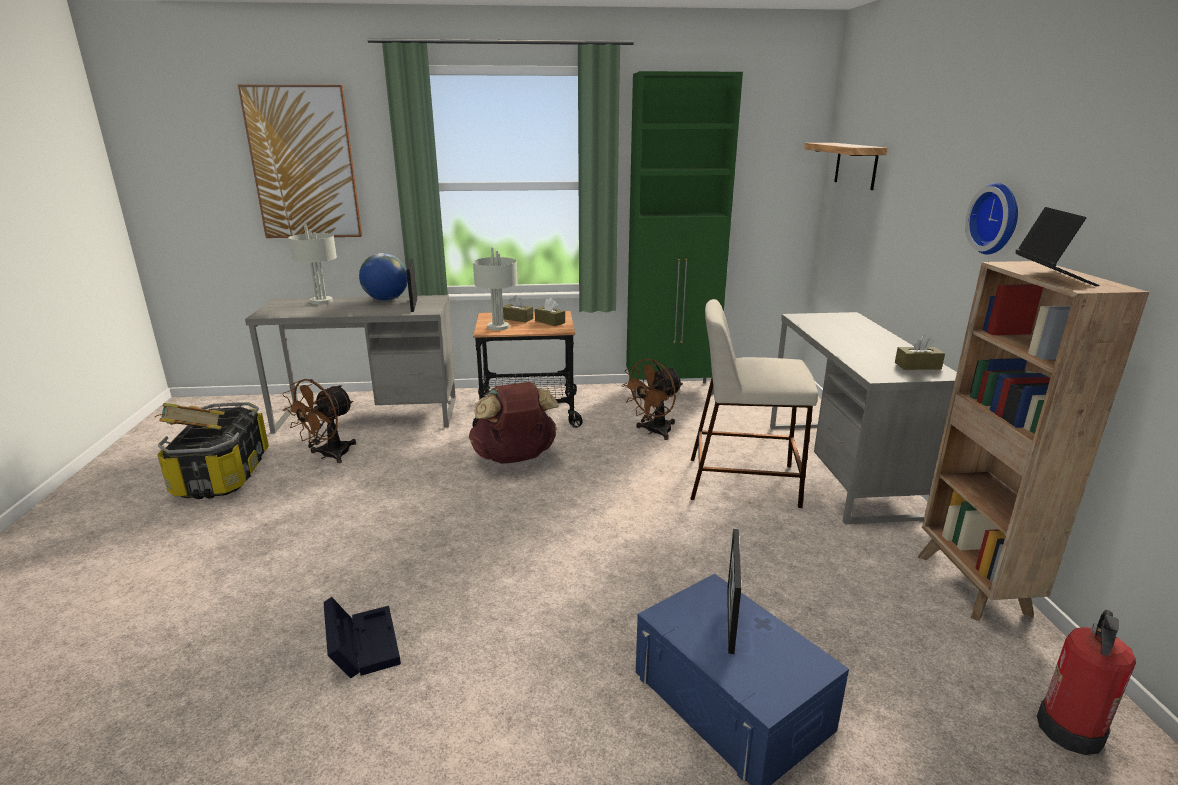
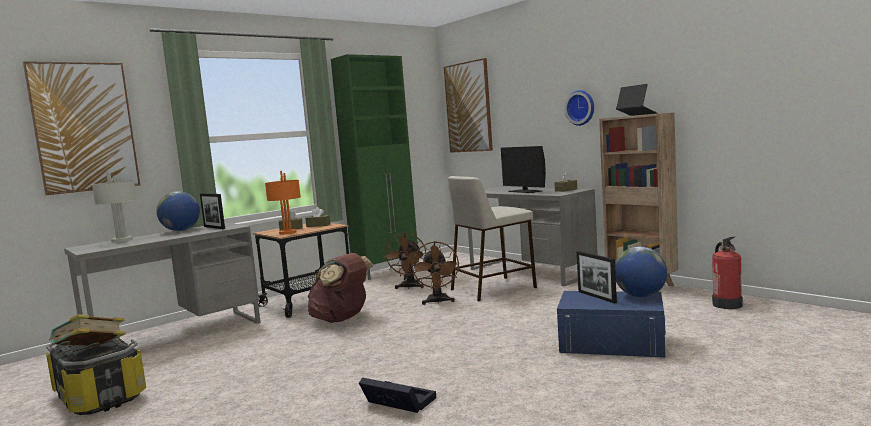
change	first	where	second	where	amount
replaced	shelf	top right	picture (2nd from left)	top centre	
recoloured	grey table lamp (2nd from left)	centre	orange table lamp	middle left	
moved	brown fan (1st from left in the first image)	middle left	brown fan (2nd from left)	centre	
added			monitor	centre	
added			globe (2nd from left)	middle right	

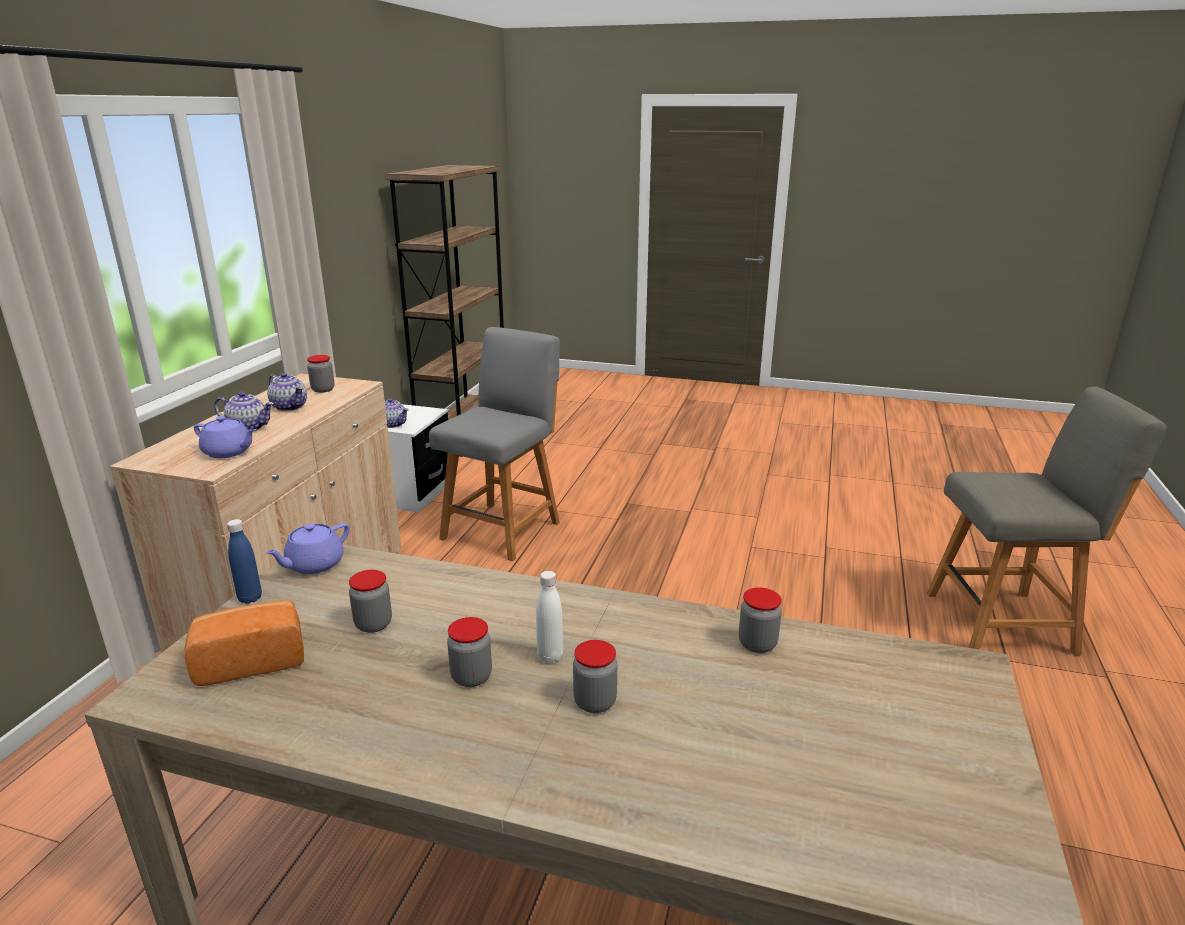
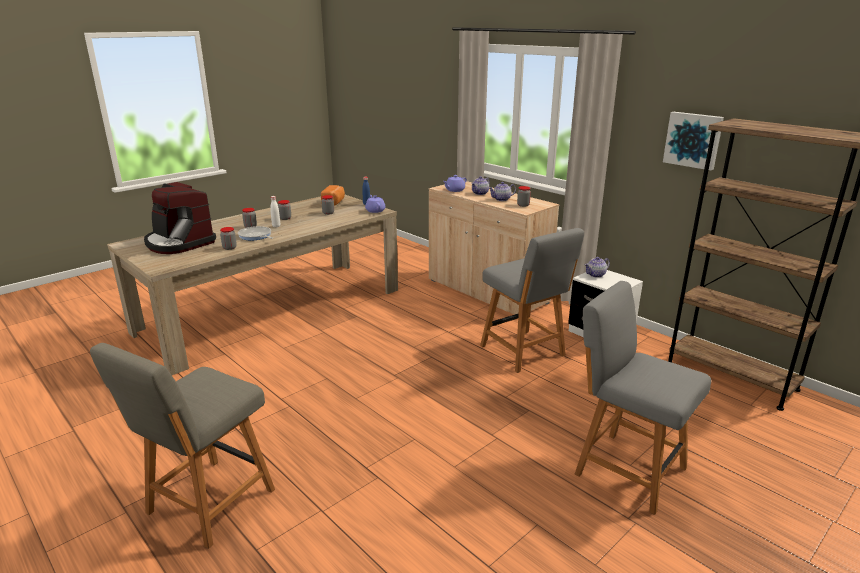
change	first	where	second	where	amount
added			picture	top right	
added			coffee machine	middle left	
added			frying pan	middle left	
added			grey chair (3rd from left)	bottom right	

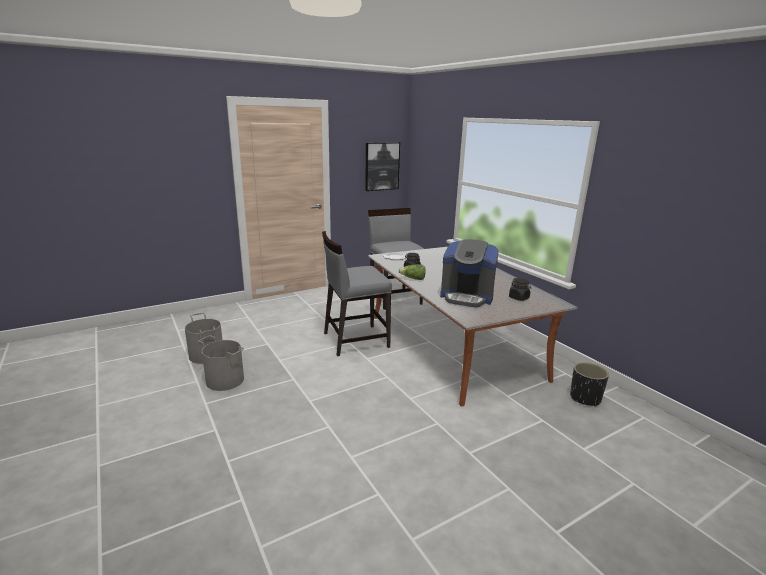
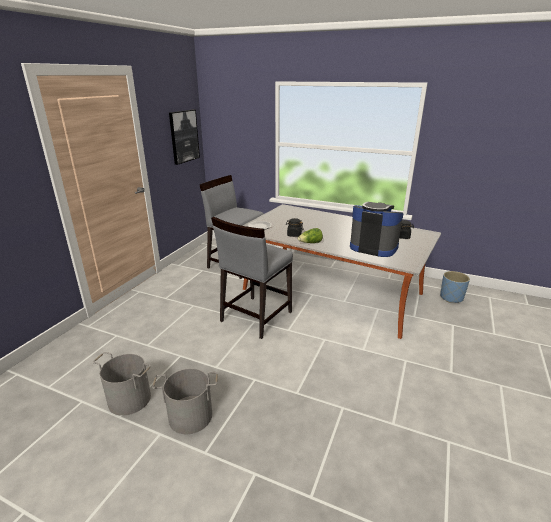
change	first	where	second	where	amount
turned	coffee machine	centre		middle right	135 degrees counterclockwise
recoloured	black planter	bottom right	blue planter	middle right	

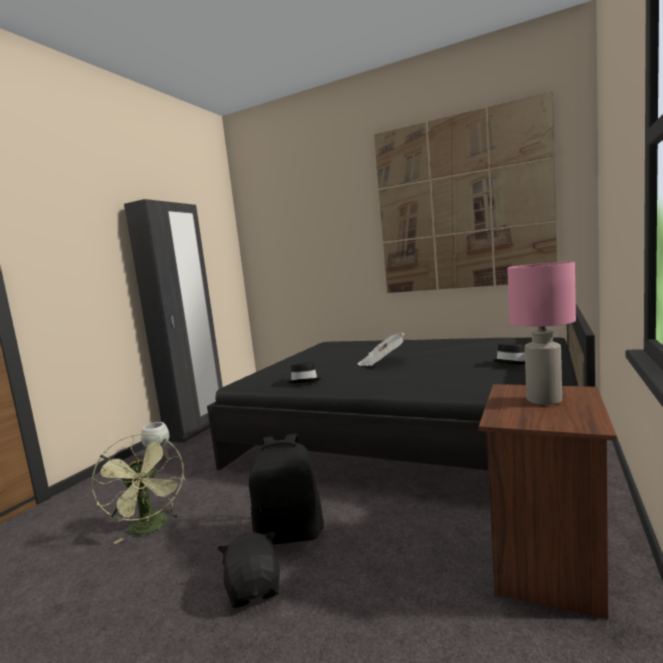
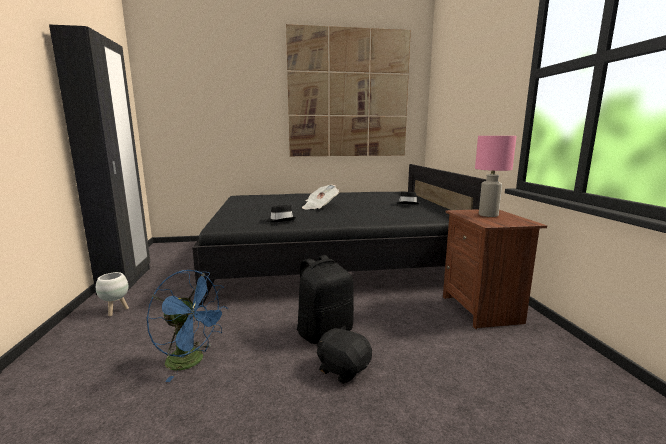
change	first	where	second	where	amount
recoloured	green fan	bottom left	blue fan	bottom left	

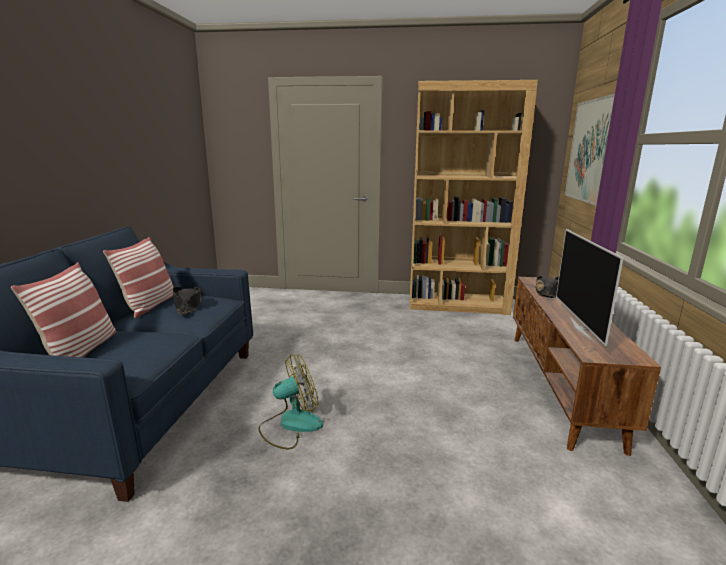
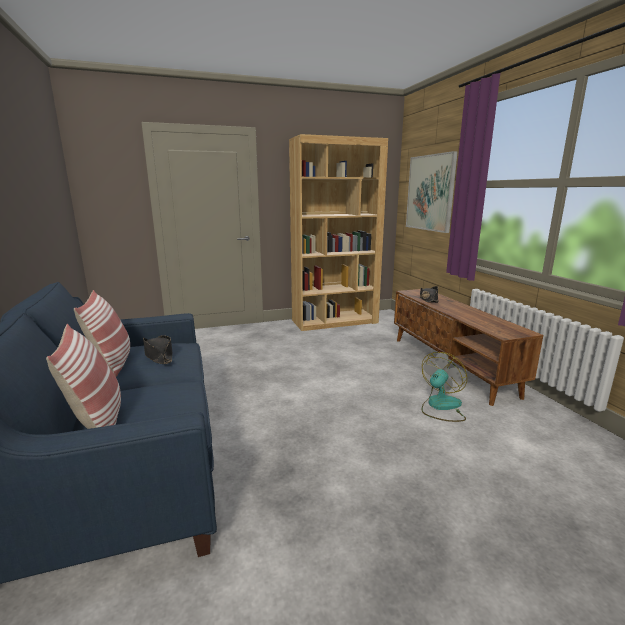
change	first	where	second	where	amount
removed	television	middle right			
moved	fan	bottom centre		middle right	

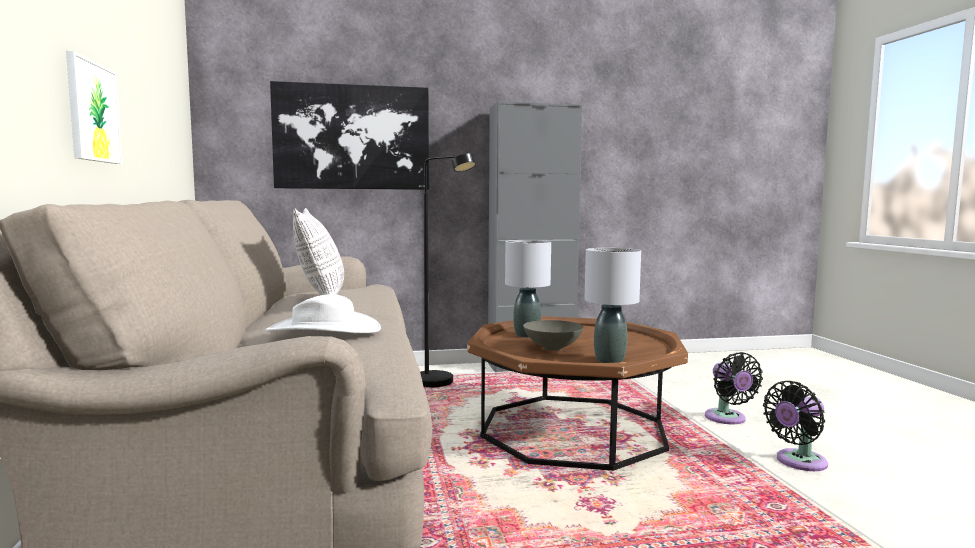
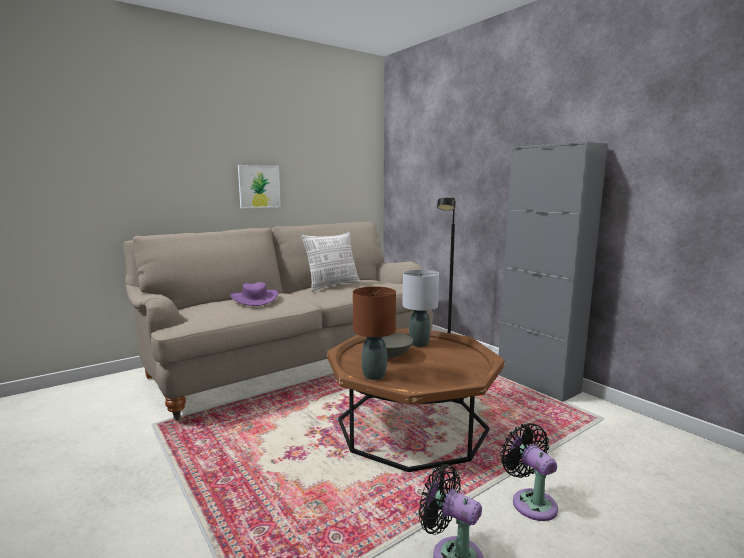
change	first	where	second	where	amount
removed	picture (2nd from left)	top centre			
recoloured	grey table lamp (2nd from left)	centre	brown table lamp	centre	
recoloured	white hat	middle left	purple hat	centre	
turned	black fan (1st from left in the first image)	bottom right	black fan (2nd from left)	bottom right	105 degrees clockwise

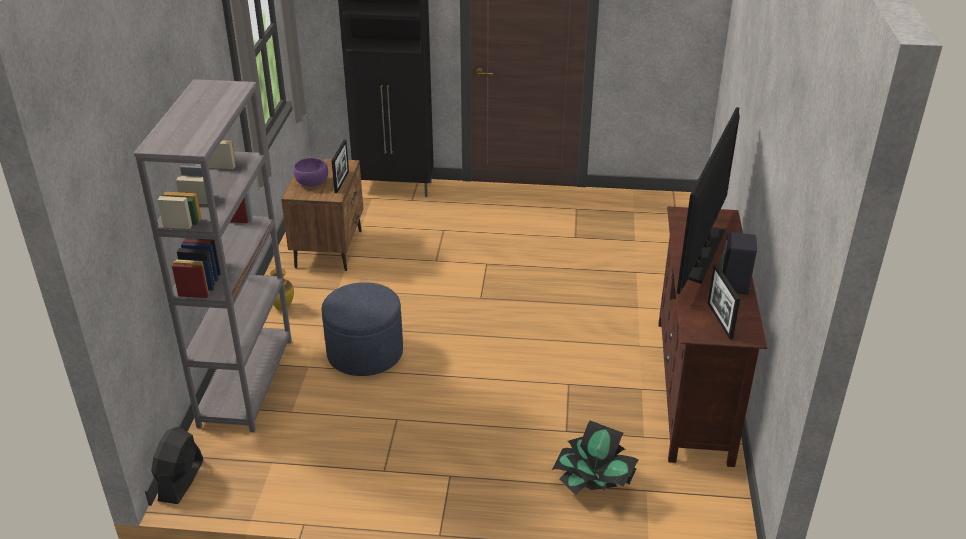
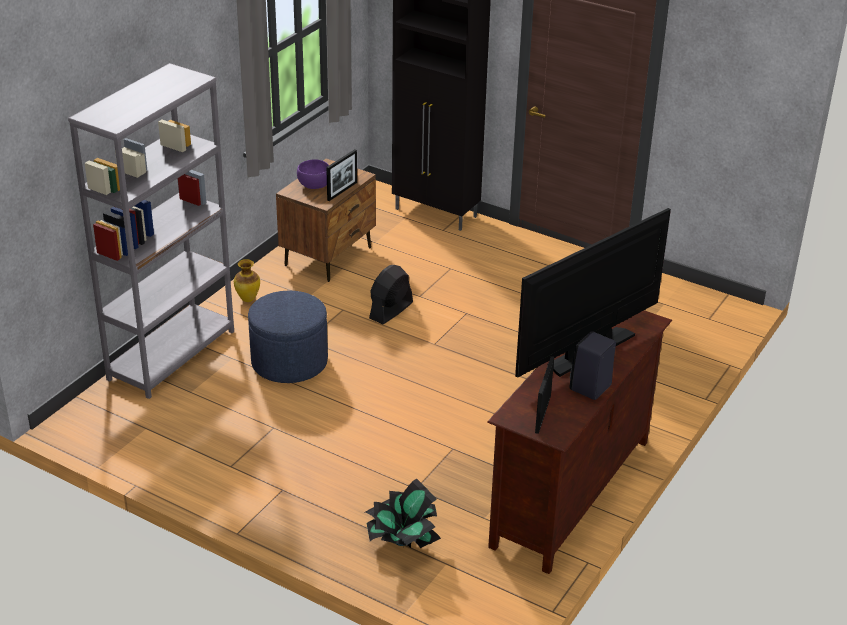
change	first	where	second	where	amount
moved	black fan	bottom left		centre	

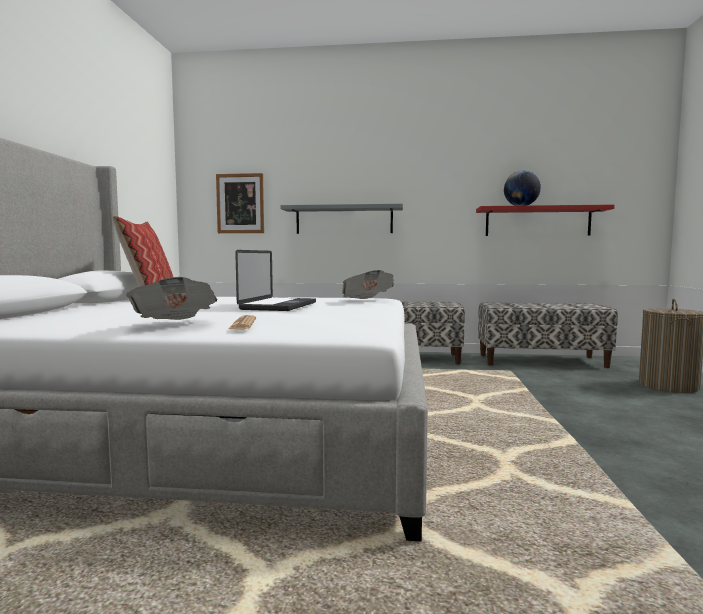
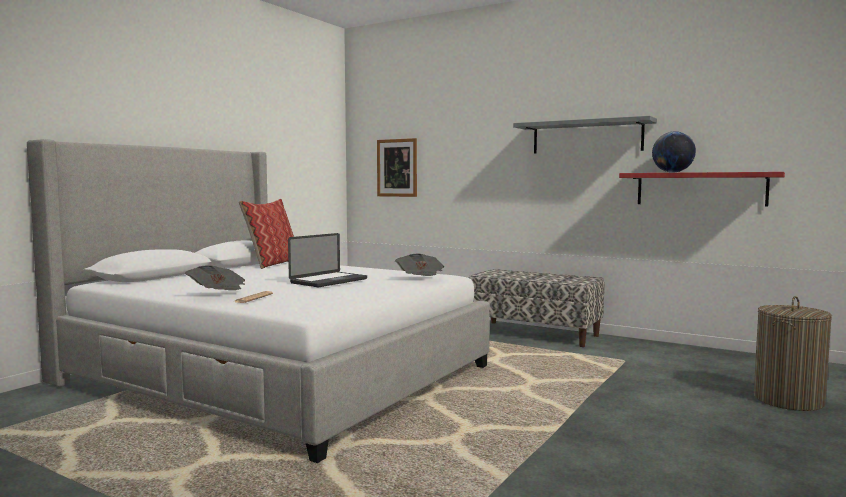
change	first	where	second	where	amount
moved	grey shelf	centre		top right	
removed	bench (2nd from left)	middle right			

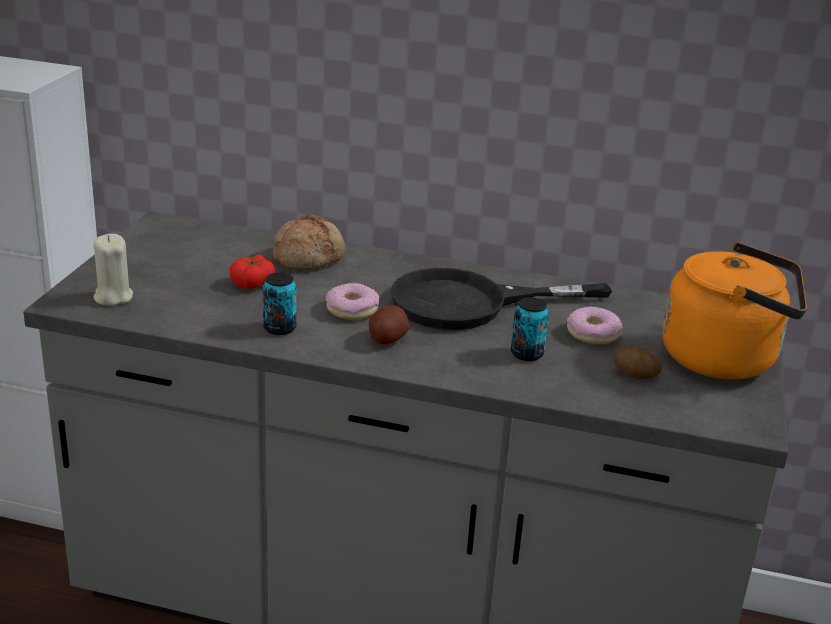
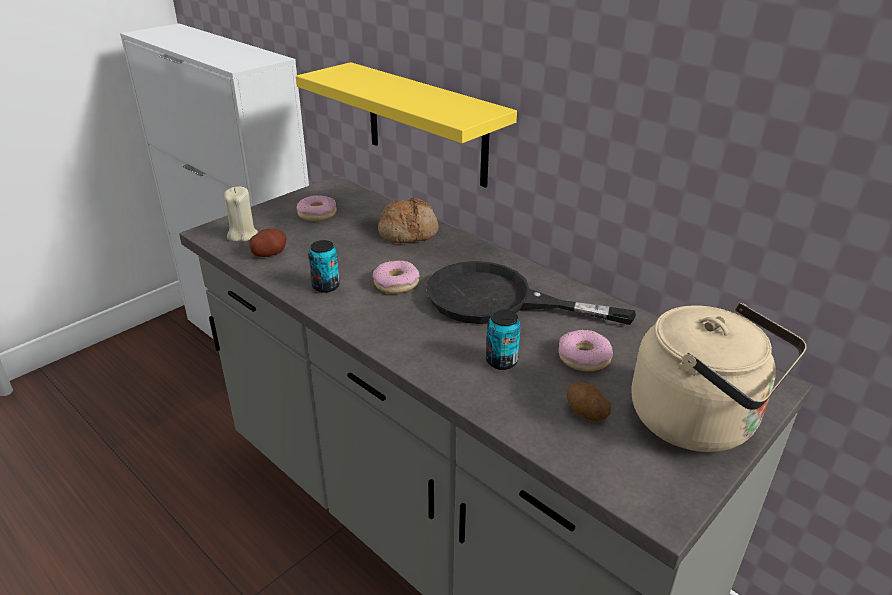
change	first	where	second	where	amount
recoloured	orange kettle	middle right	beige kettle	middle right	
removed	tomato	middle left			
moved	potato (1st from left)	centre		middle left	
added			yellow shelf	top centre	
added			donut (1st from left)	centre	

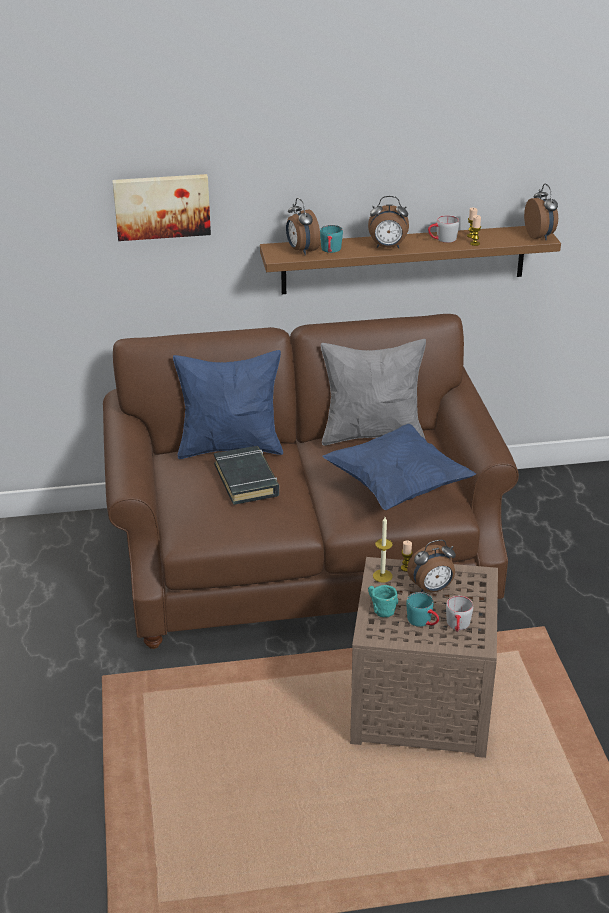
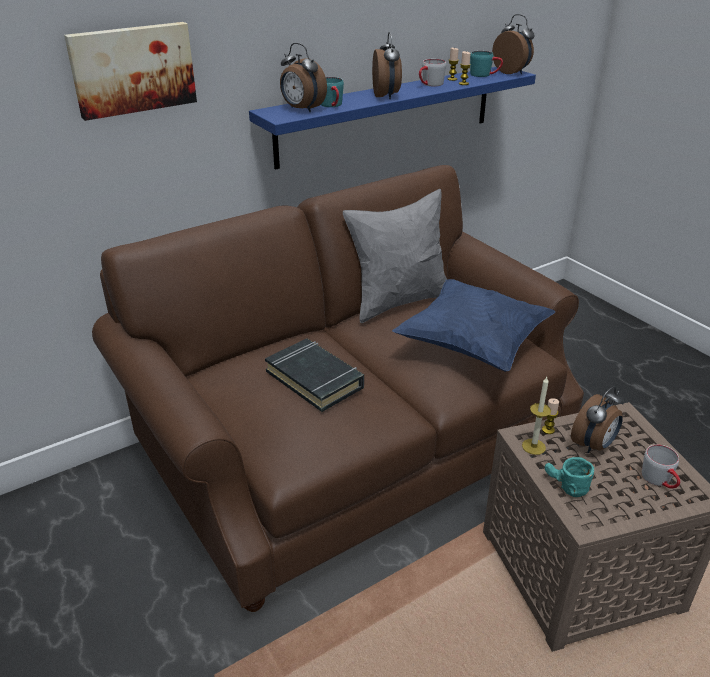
change	first	where	second	where	amount
turned	alarm clock (2nd from left)	top centre		top centre	75 degrees counterclockwise
recoloured	brown shelf	top right	blue shelf	top centre	
removed	blue pillow (1st from left)	centre			
moved	turquoise mug (3rd from left in the first image)	bottom right	turquoise mug (2nd from left)	top right	

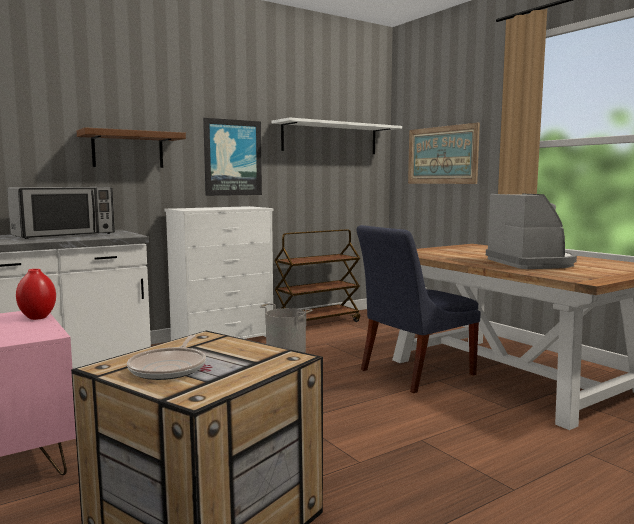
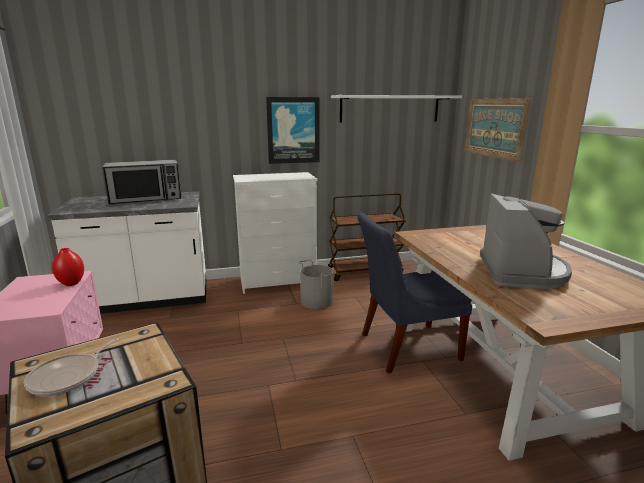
change	first	where	second	where	amount
removed	brown shelf	top left			

